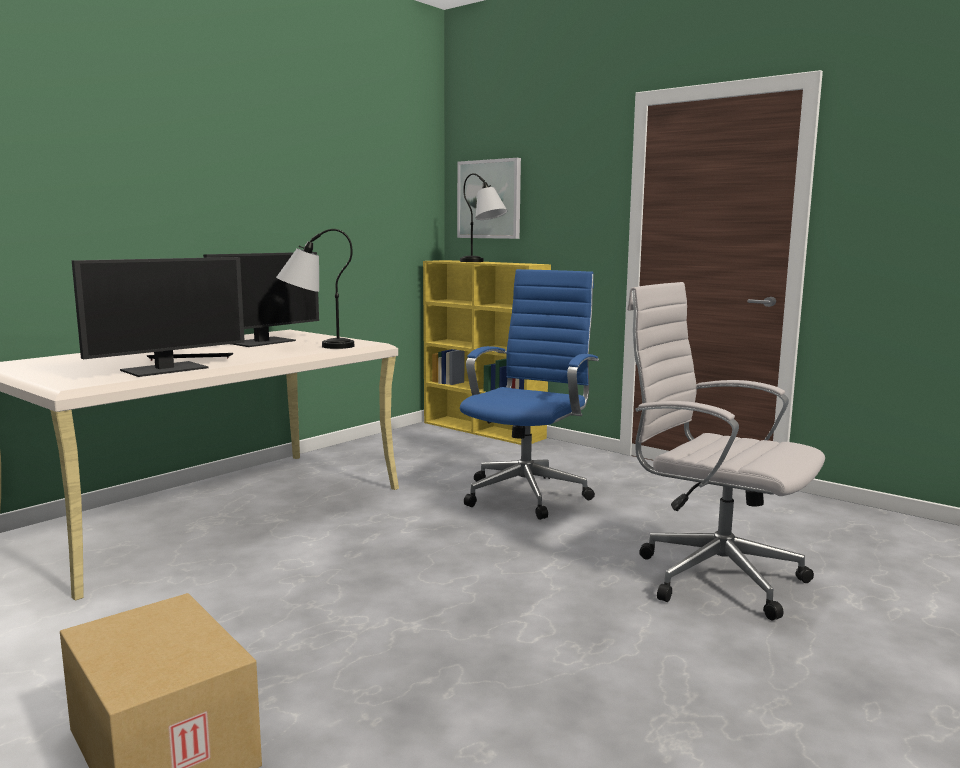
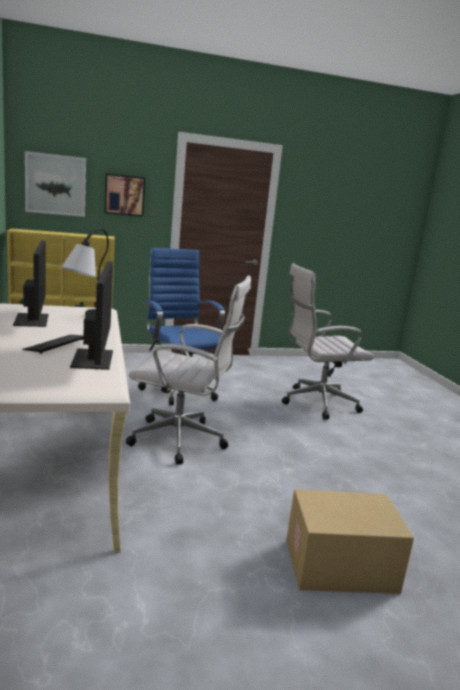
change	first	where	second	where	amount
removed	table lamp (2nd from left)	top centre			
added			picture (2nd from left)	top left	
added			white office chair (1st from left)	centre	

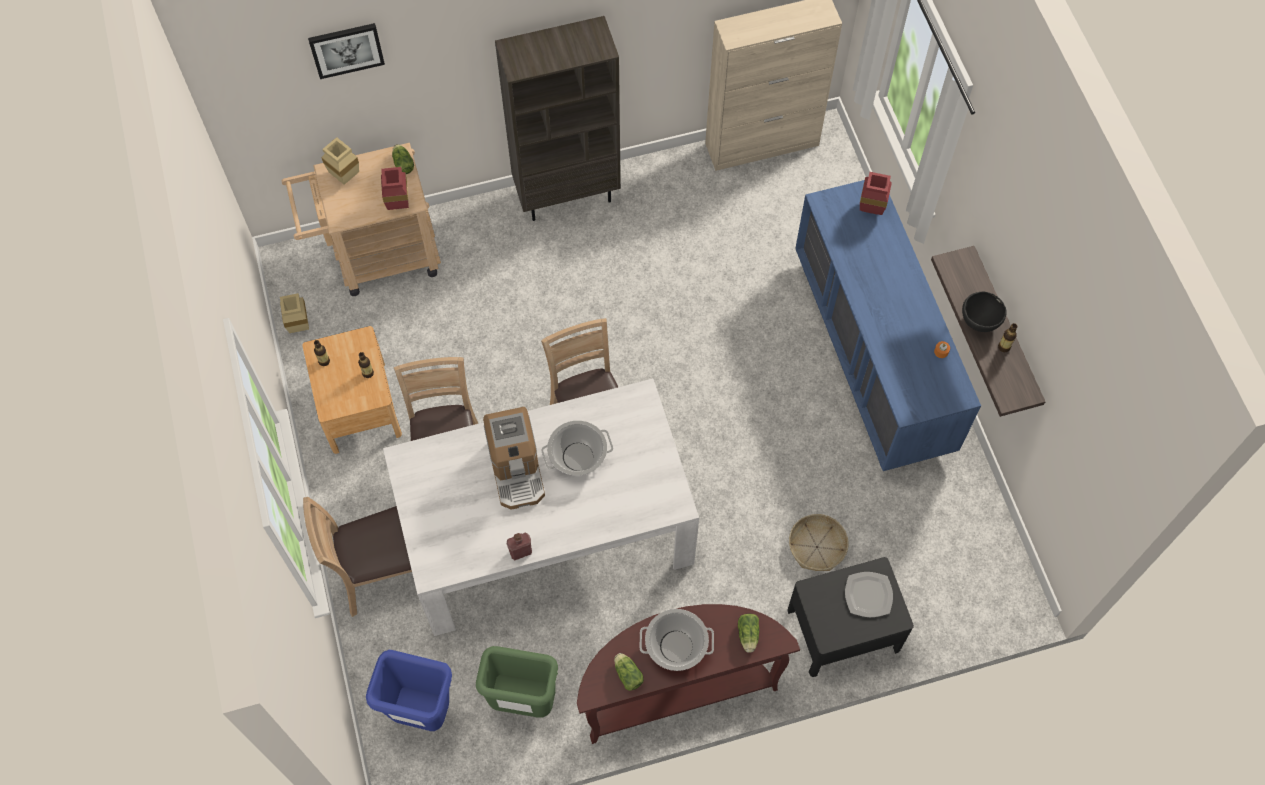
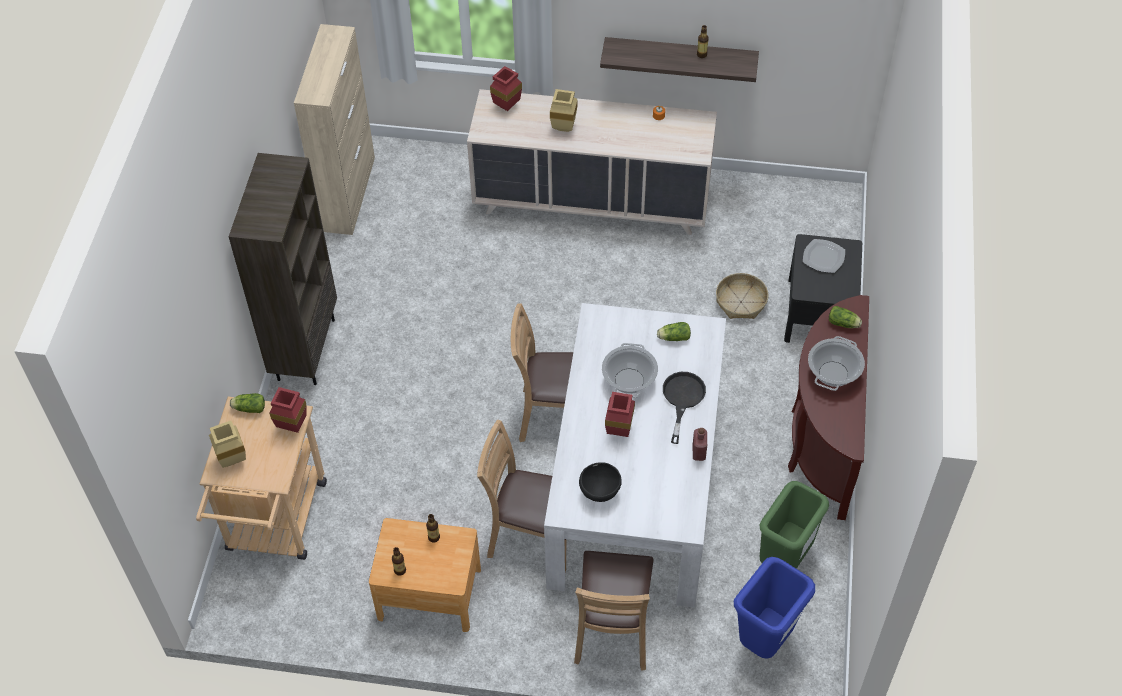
change	first	where	second	where	amount
removed	picture	top left			
recoloured	blue dresser	middle right	beige dresser	top centre	
moved	black bowl	middle right		bottom centre	
moved	beige vase (1st from left in the first image)	middle left	beige vase (2nd from left)	top centre	
replaced	coffee machine	centre	red vase (3rd from left)	centre	
moved	lettuce (2nd from left)	bottom centre		centre	
added			black frying pan	centre	

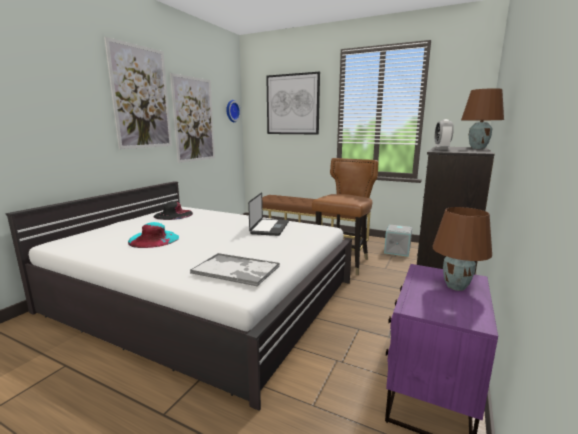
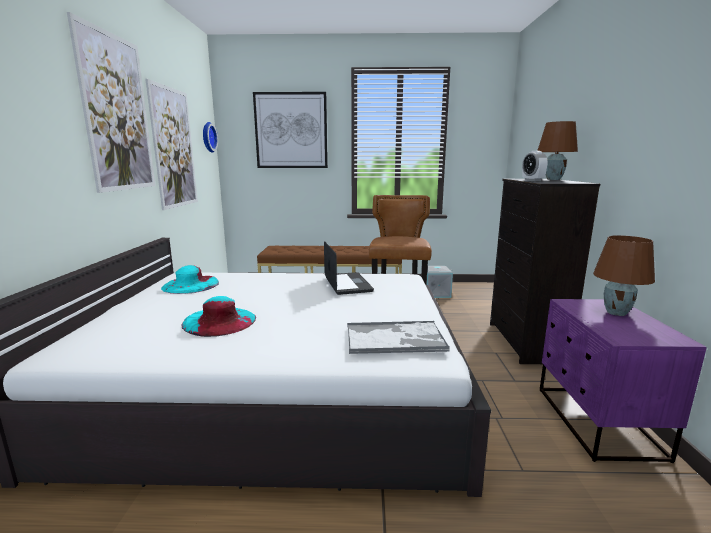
change	first	where	second	where	amount
recoloured	black hat	middle left	turquoise hat (1st from left)	middle left	

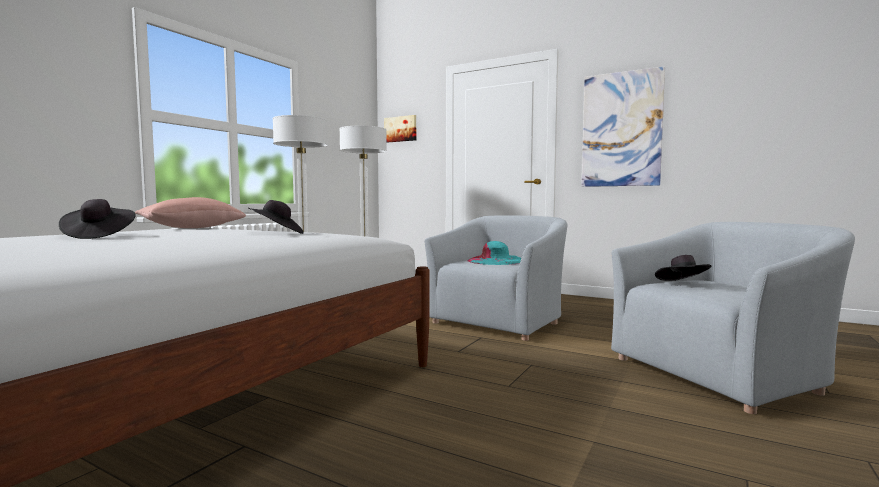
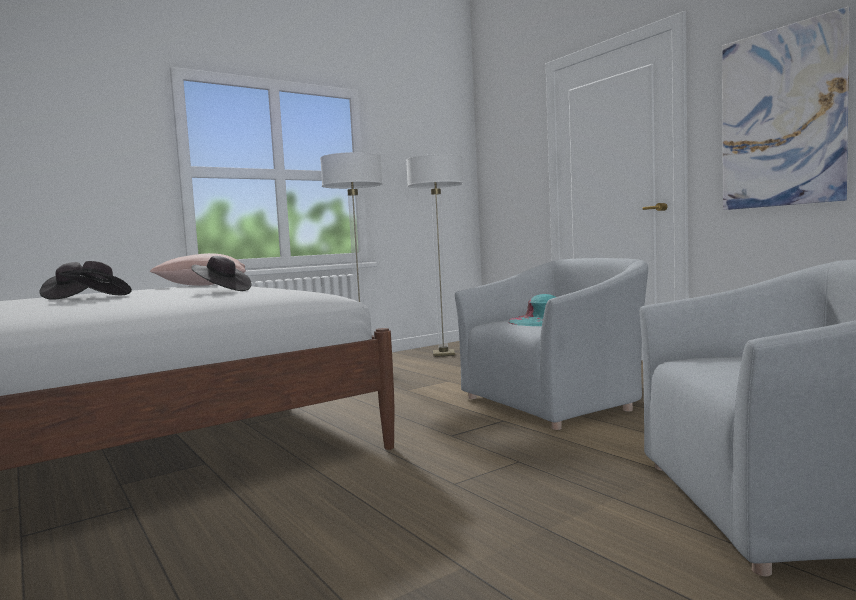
change	first	where	second	where	amount
removed	picture (1st from left)	top centre			
moved	black hat (3rd from left in the first image)	middle right	black hat (2nd from left)	middle left	

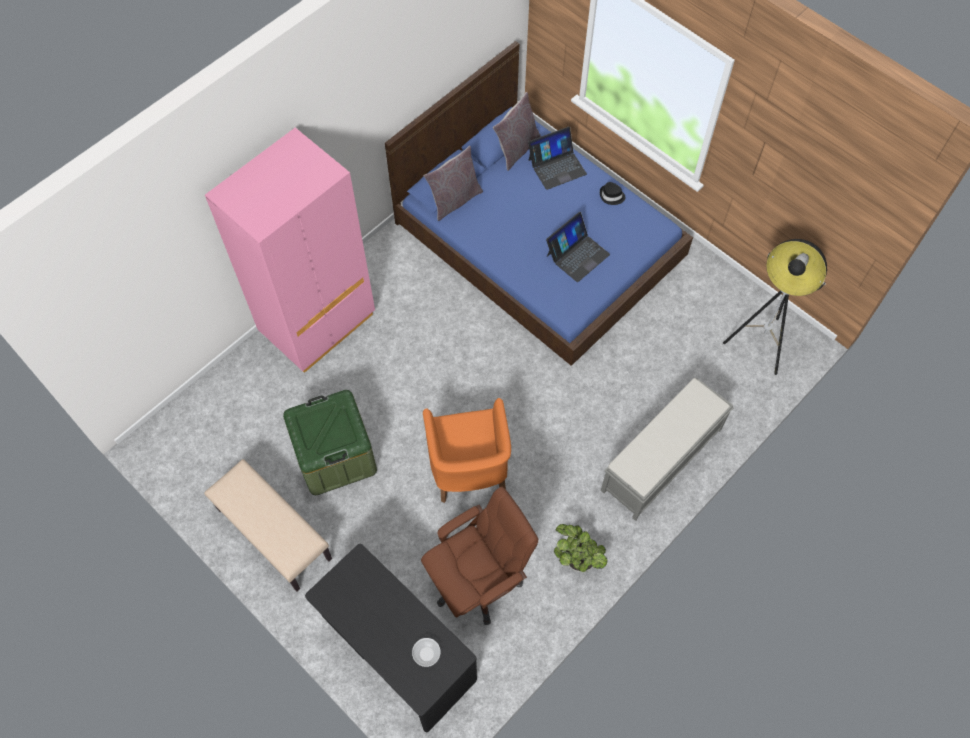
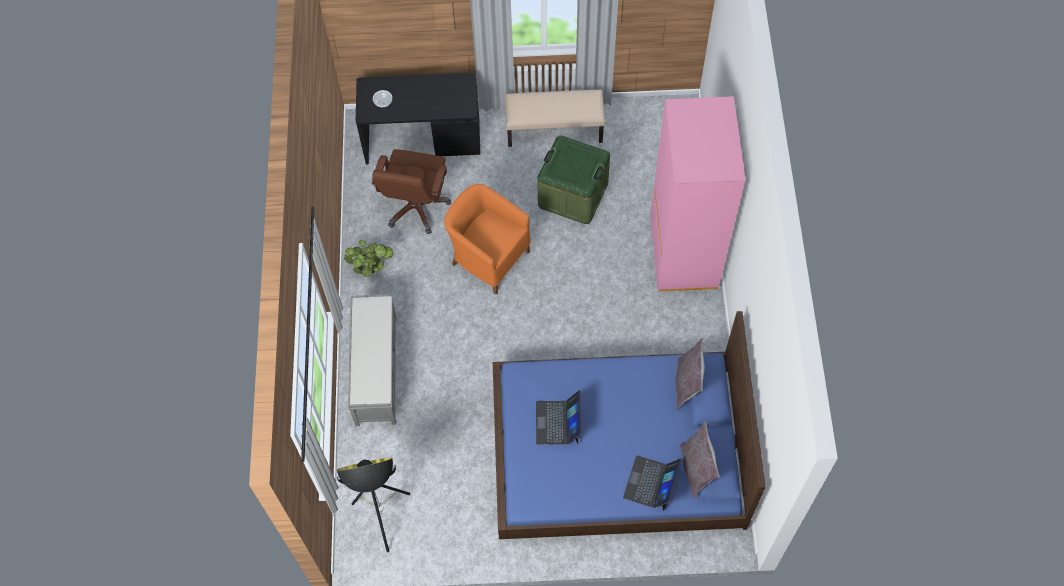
change	first	where	second	where	amount
removed	black hat	top centre			

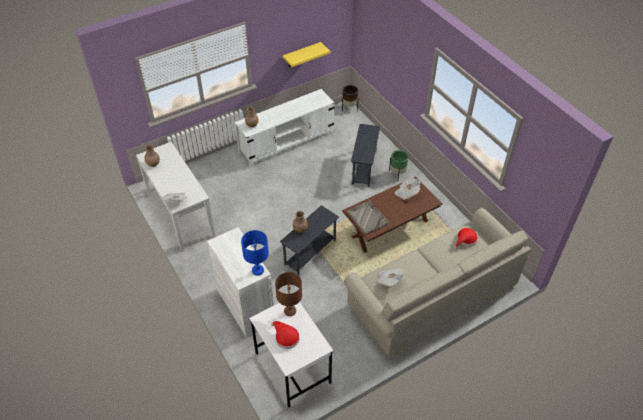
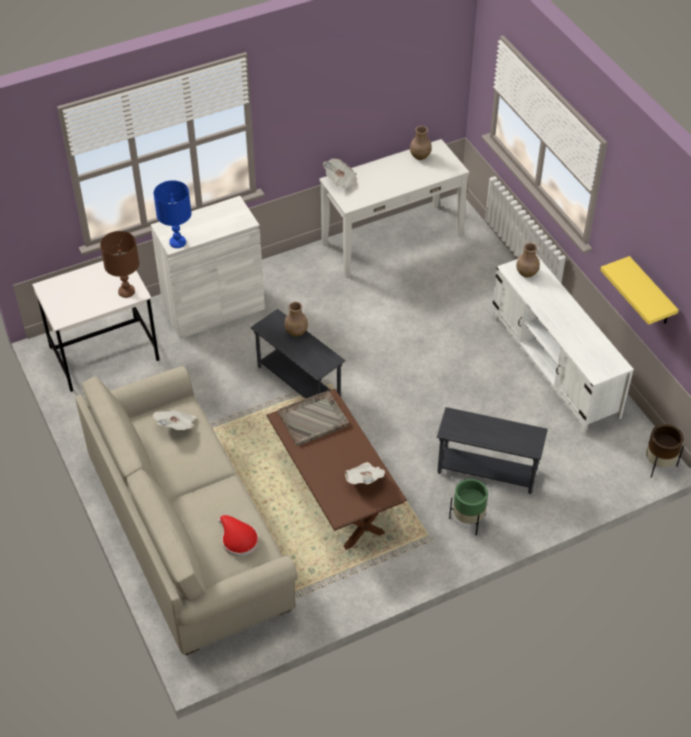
change	first	where	second	where	amount
removed	red hat (1st from left)	bottom centre			

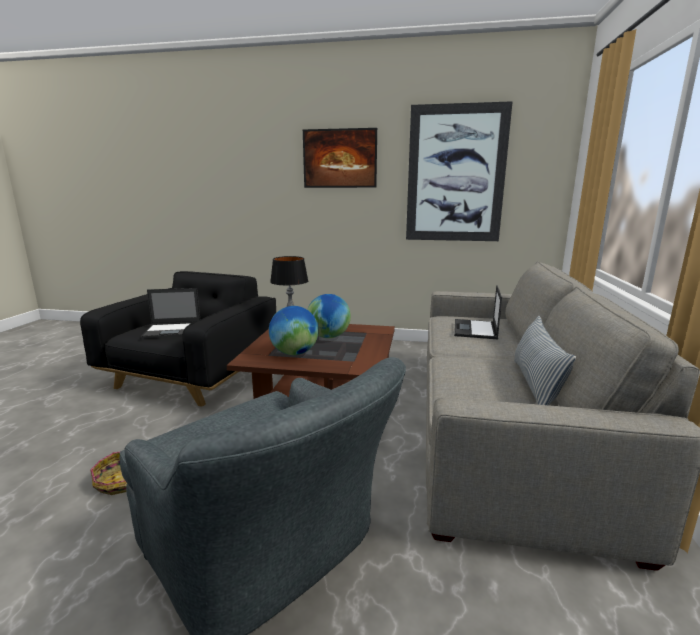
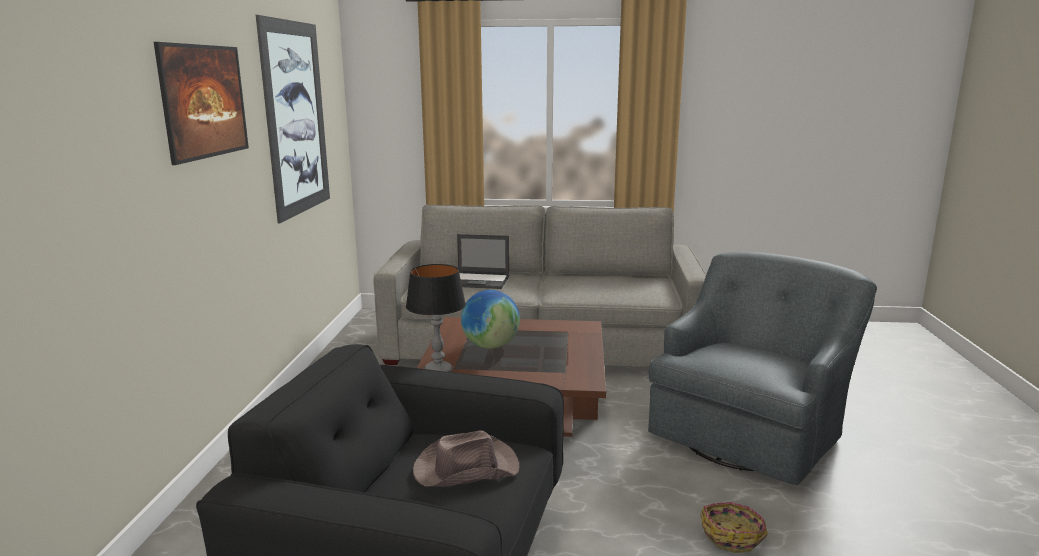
change	first	where	second	where	amount
replaced	laptop (1st from left)	middle left	brown hat	bottom centre	
removed	globe (1st from left)	centre			
removed	pillow	middle right			

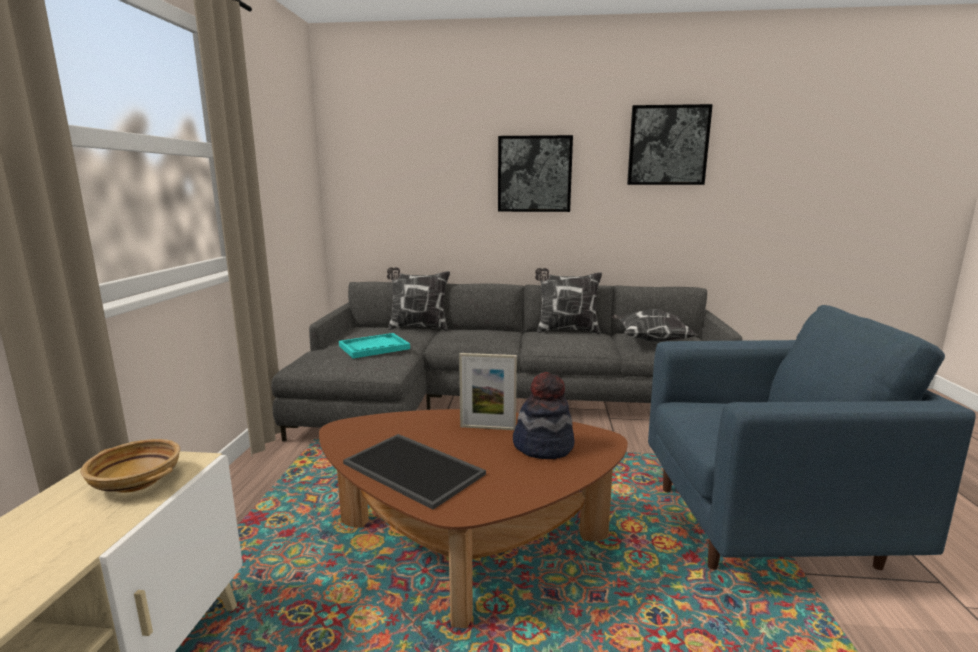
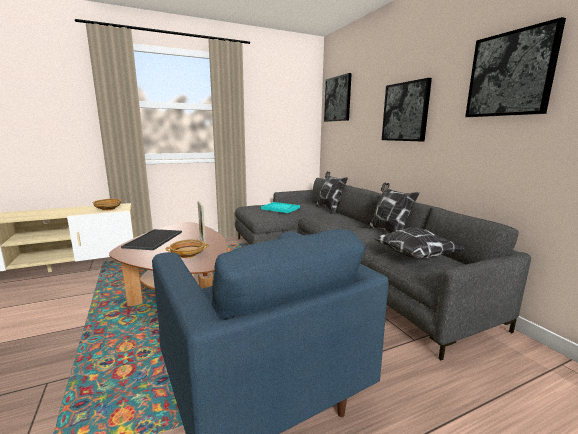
change	first	where	second	where	amount
replaced	hat	centre	beige bowl (2nd from left)	middle left	
added			picture (1st from left)	top centre	

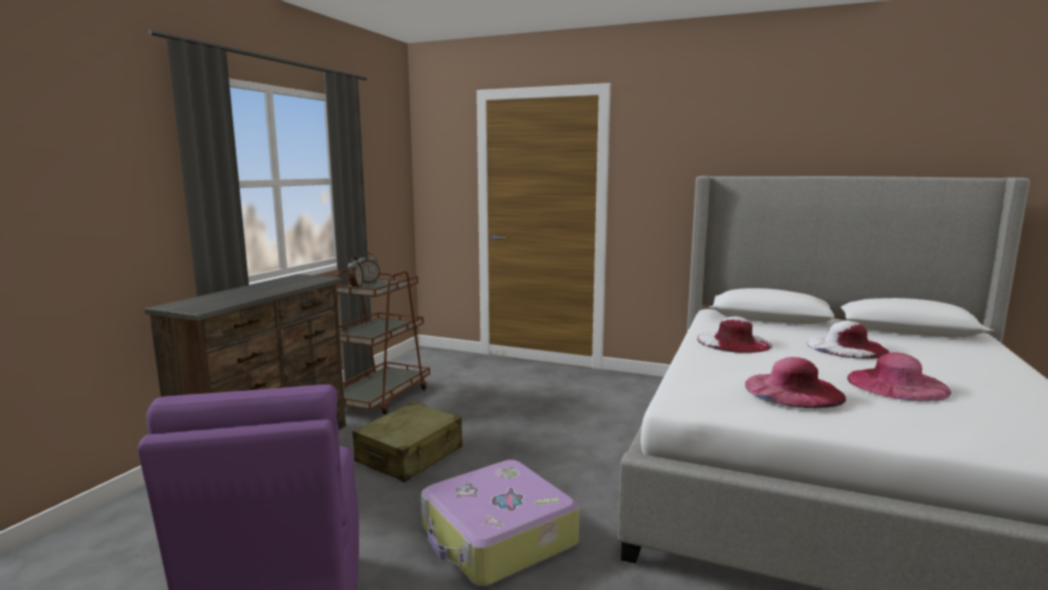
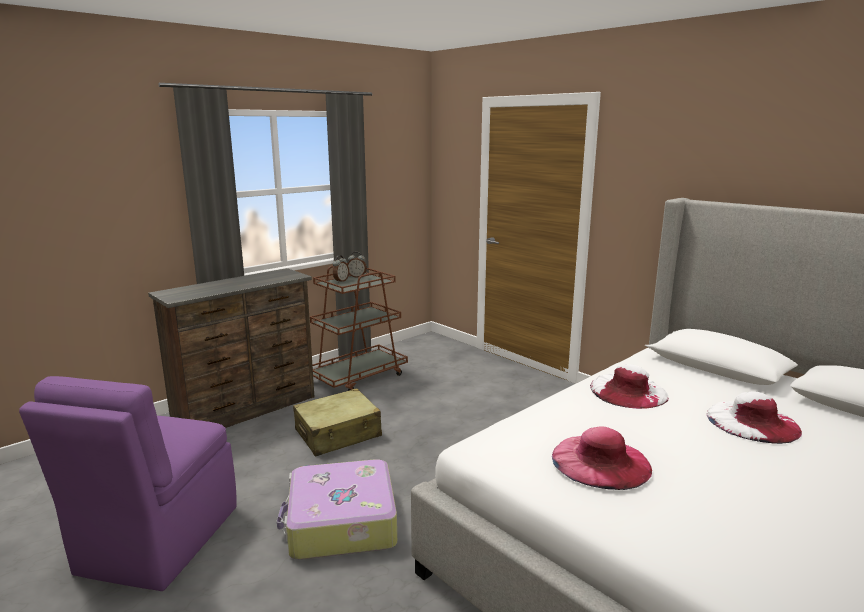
change	first	where	second	where	amount
removed	pink hat (2nd from left)	middle right			

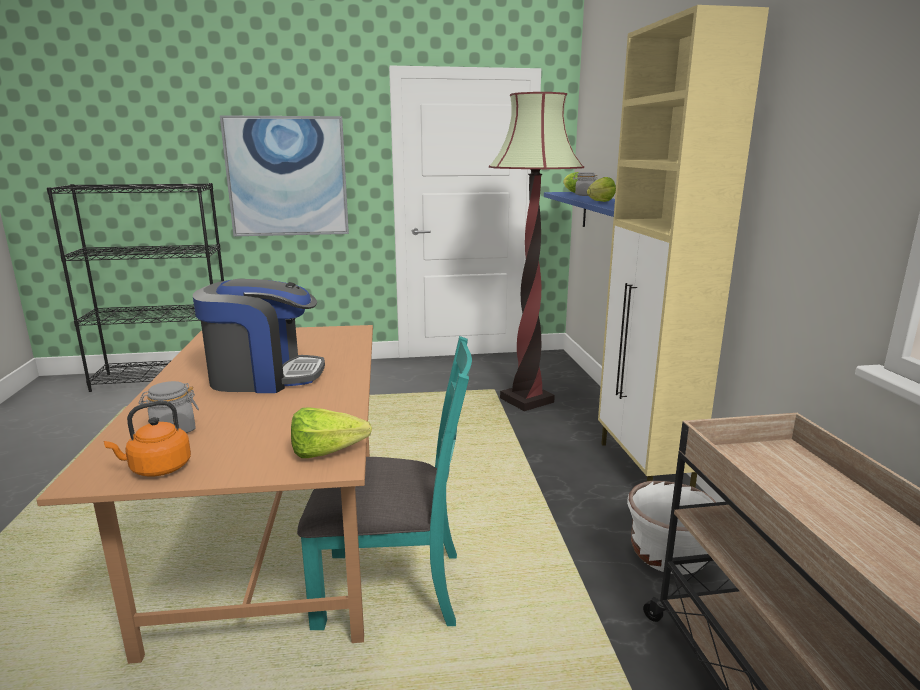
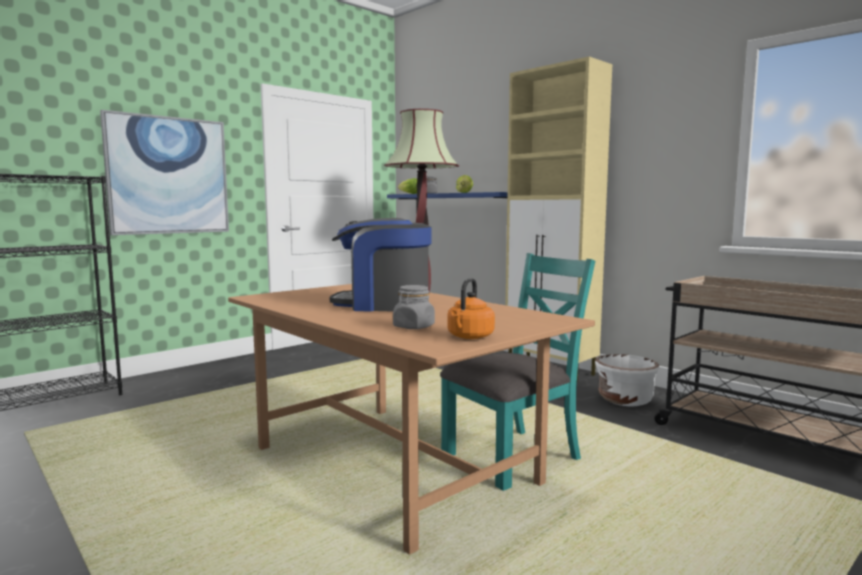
change	first	where	second	where	amount
turned	coffee machine	middle left		centre	135 degrees counterclockwise
removed	lettuce (1st from left)	centre			

